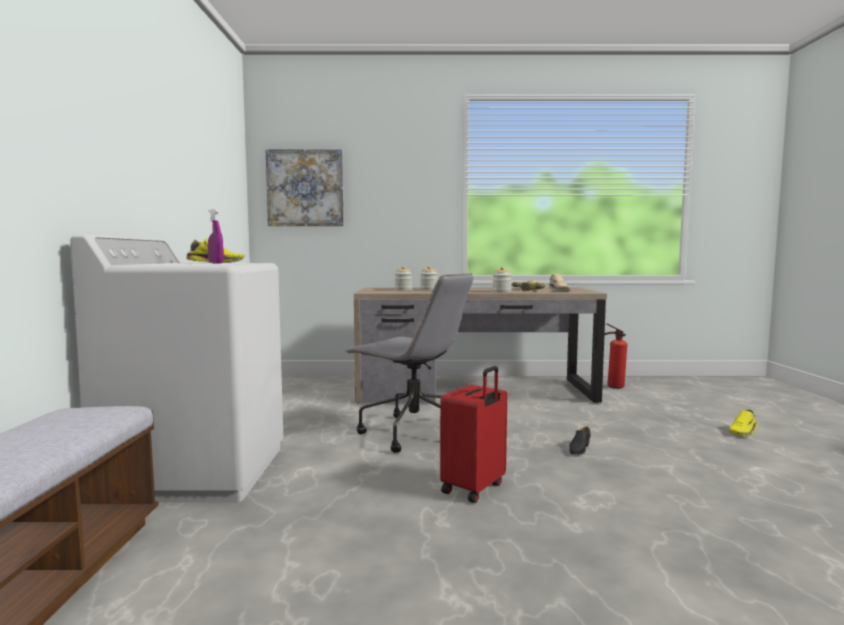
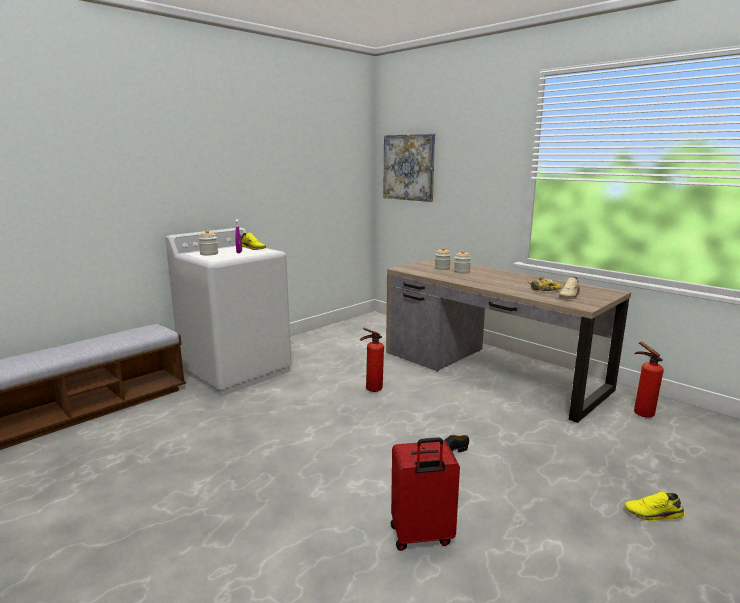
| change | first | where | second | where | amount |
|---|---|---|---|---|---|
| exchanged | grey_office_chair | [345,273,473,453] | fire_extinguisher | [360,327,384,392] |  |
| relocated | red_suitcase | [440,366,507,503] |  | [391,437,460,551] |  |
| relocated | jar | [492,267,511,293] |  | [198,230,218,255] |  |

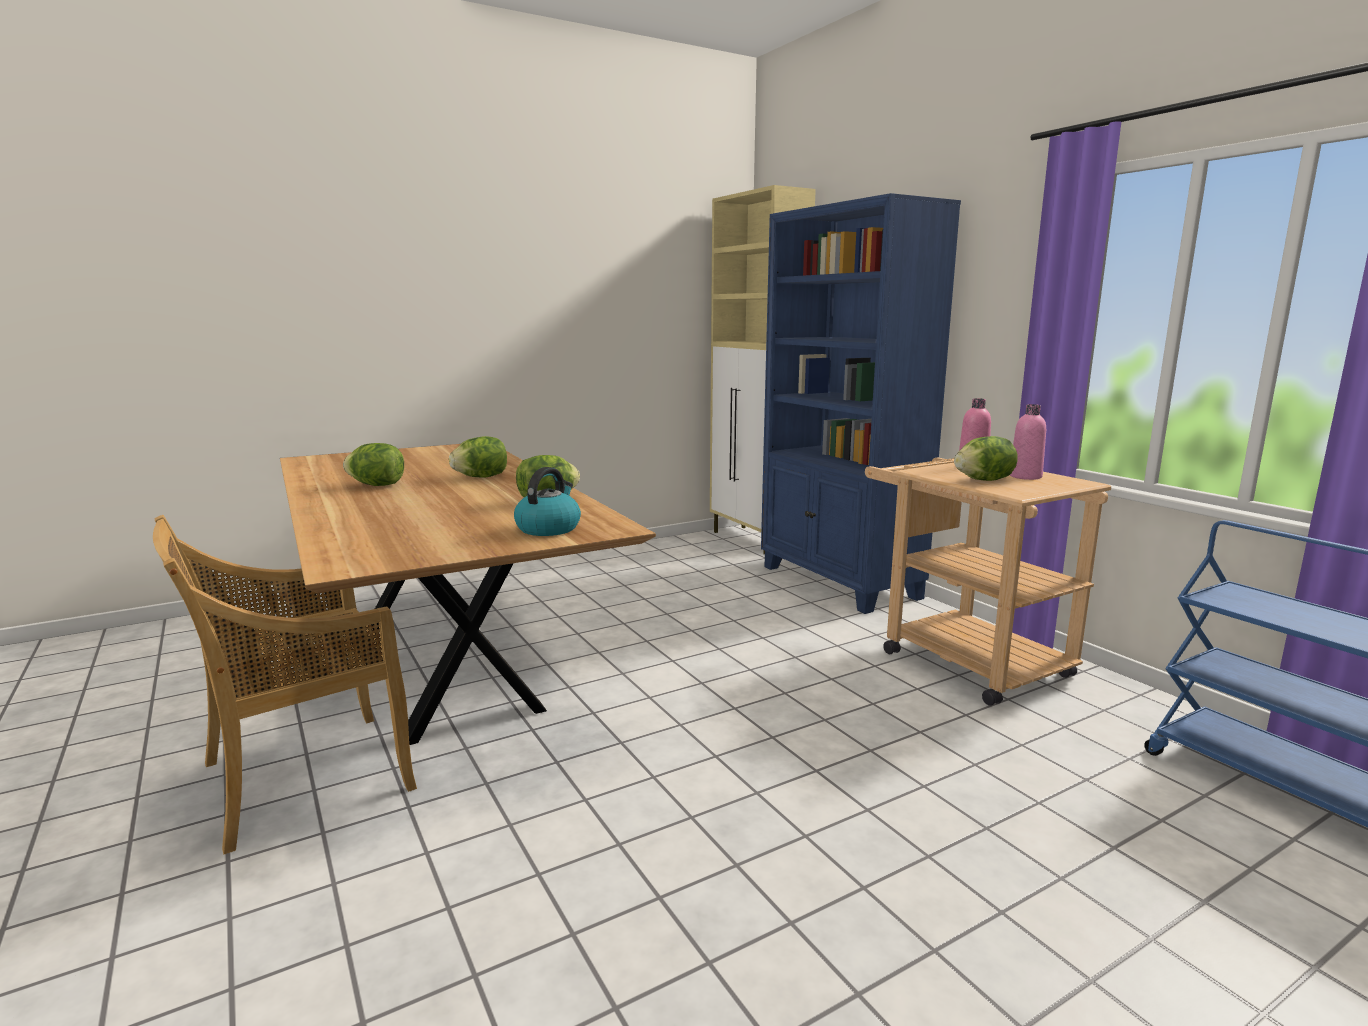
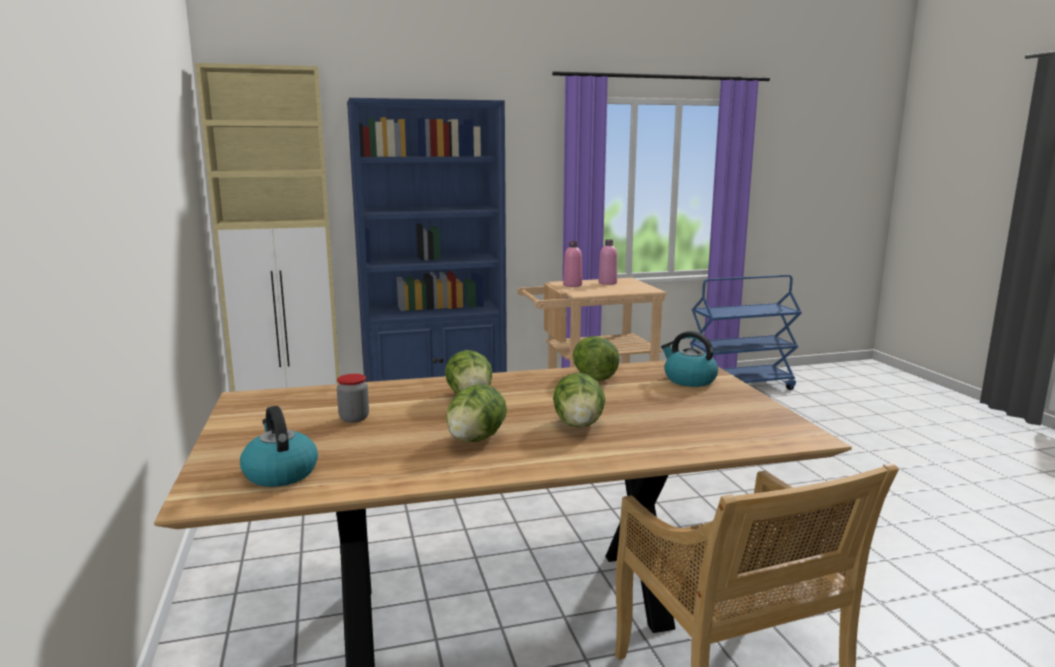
| change | first | where | second | where | amount |
|---|---|---|---|---|---|
| relocated | lettuce | [954,436,1018,481] |  | [553,373,605,428] |  |
| appeared |  |  | kettle | [240,406,318,487] |  |
| appeared |  |  | jar | [337,374,369,423] |  |

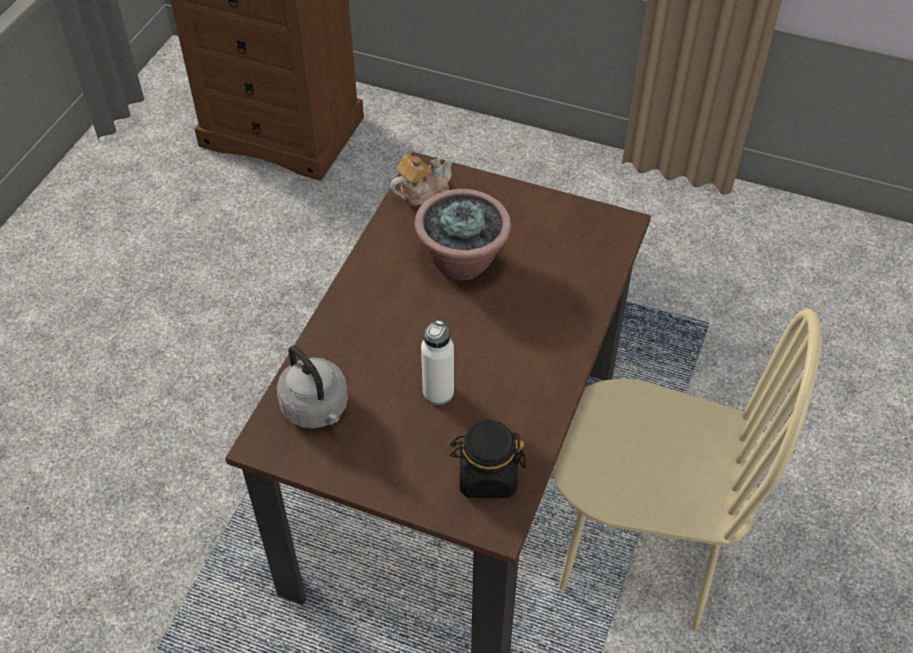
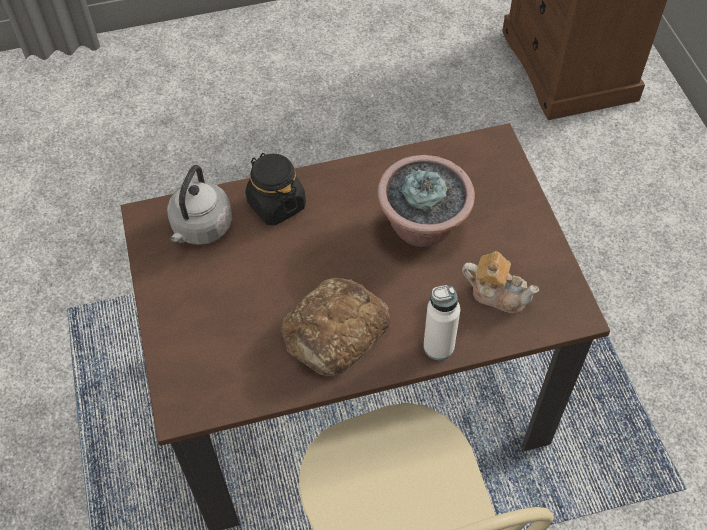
| change | first | where | second | where | amount |
|---|---|---|---|---|---|
| relocated | teapot | [390,154,454,206] |  | [462,251,539,313] |  |
| relocated | white_bottle | [421,320,454,405] |  | [423,285,460,360] |  |
| relocated | black_jar | [450,420,526,498] |  | [245,153,306,226] |  |
| appeared |  |  | bread | [281,278,390,376] |  |

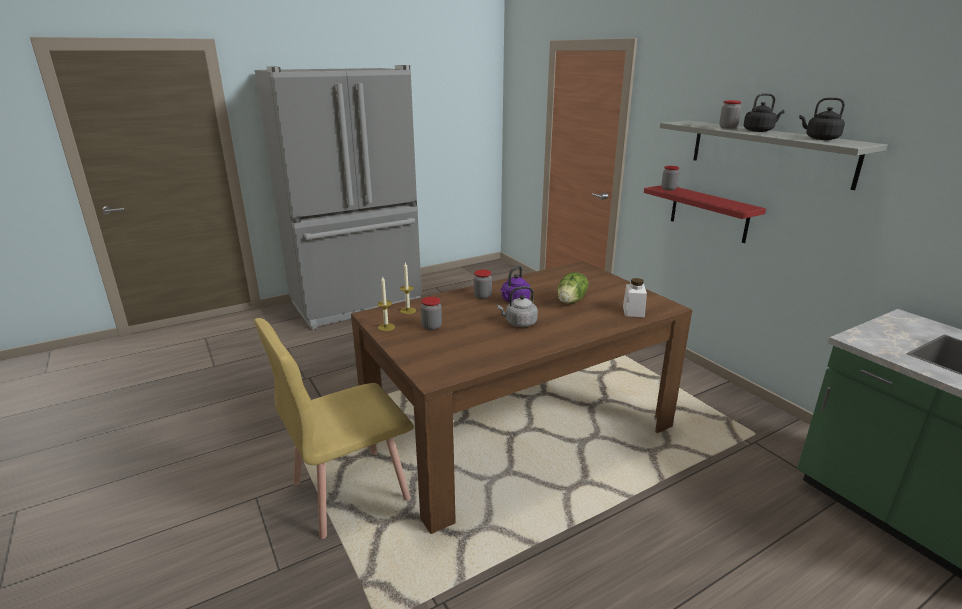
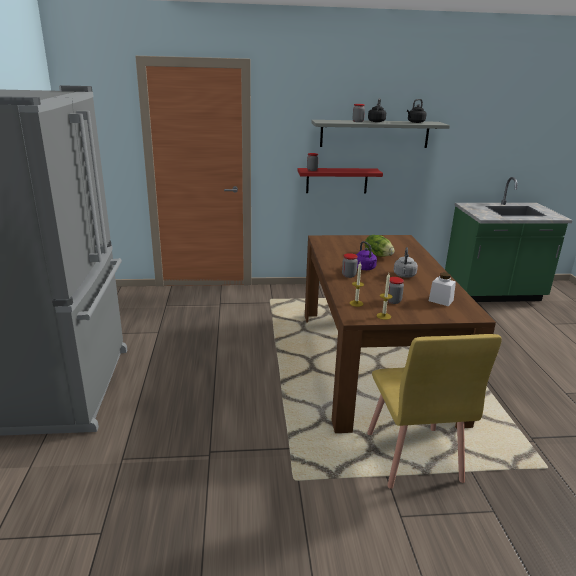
| change | first | where | second | where | amount |
|---|---|---|---|---|---|
| relocated | white_jar | [623,278,647,317] |  | [429,272,456,306] |  |

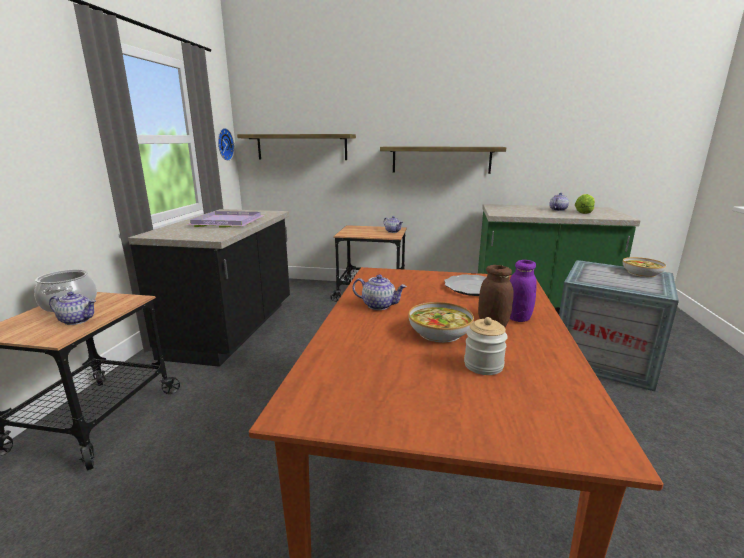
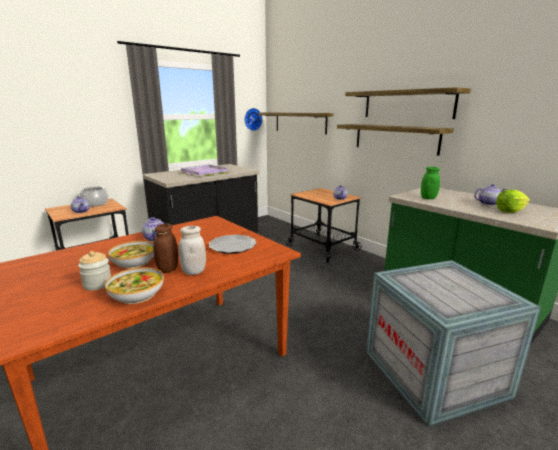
| change | first | where | second | where | amount |
|---|---|---|---|---|---|
| colour | purple_jar | [510,260,537,322] | white_jar | [179,226,206,275] |  |
| relocated | bowl | [623,257,666,277] |  | [105,267,164,304] |  |
| appeared |  |  | shelf | [345,87,471,119] |  |
| appeared |  |  | green_jar | [421,167,440,199] |  |

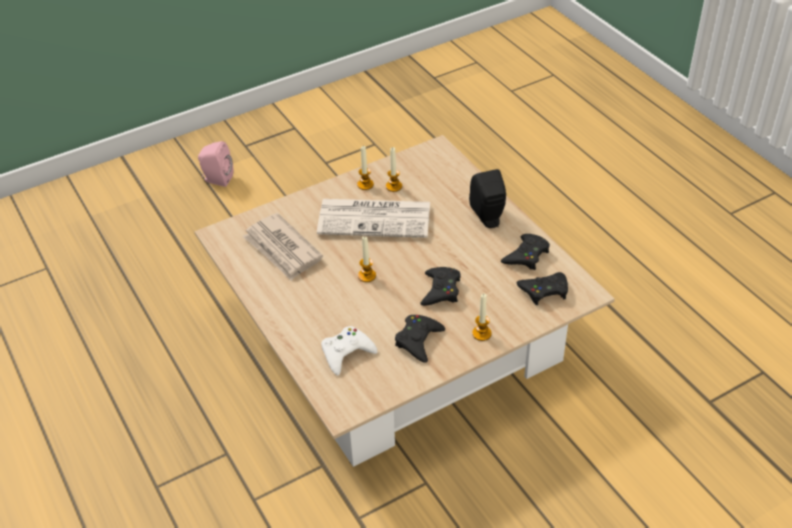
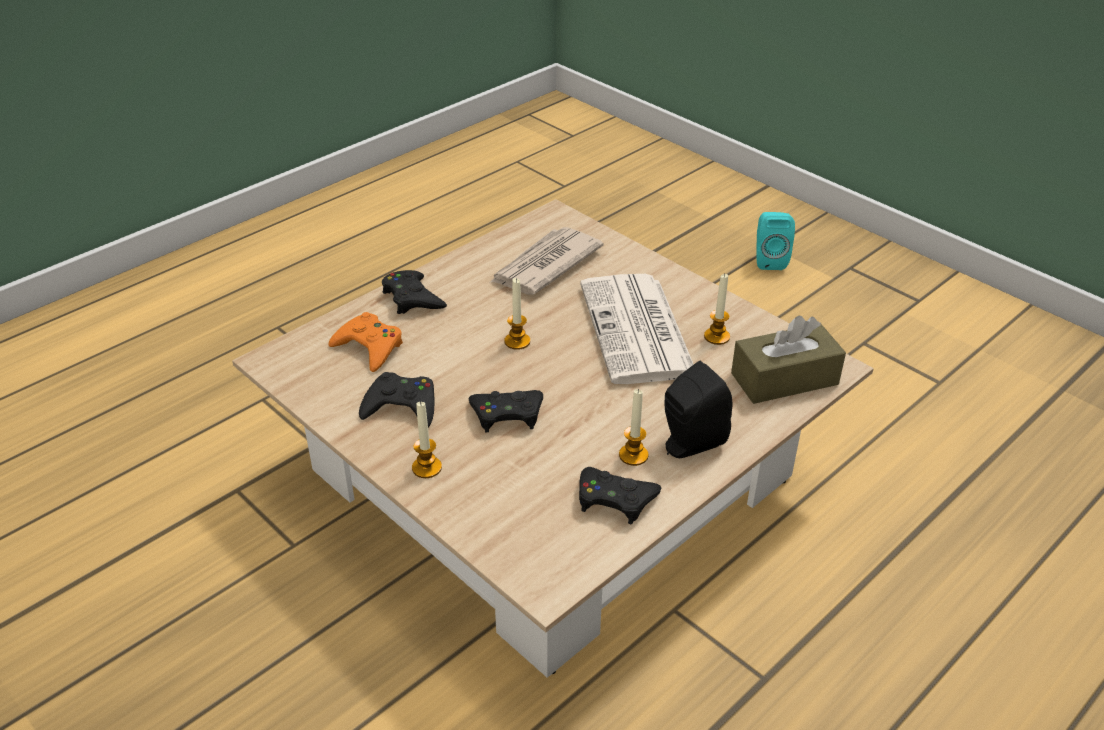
| change | first | where | second | where | amount |
|---|---|---|---|---|---|
| colour | pink_speaker | [198,141,233,187] | turquoise_speaker | [757,212,795,270] |  |
| colour | white_game_controller | [321,326,377,376] | orange_game_controller | [328,312,403,372] |  |
| relocated | candle | [357,146,374,190] |  | [619,389,648,466] |  |
| relocated | black_game_controller | [516,272,568,305] |  | [382,270,447,314] |  |
| appeared |  |  | brown_tissue_box | [731,315,846,404] |  |

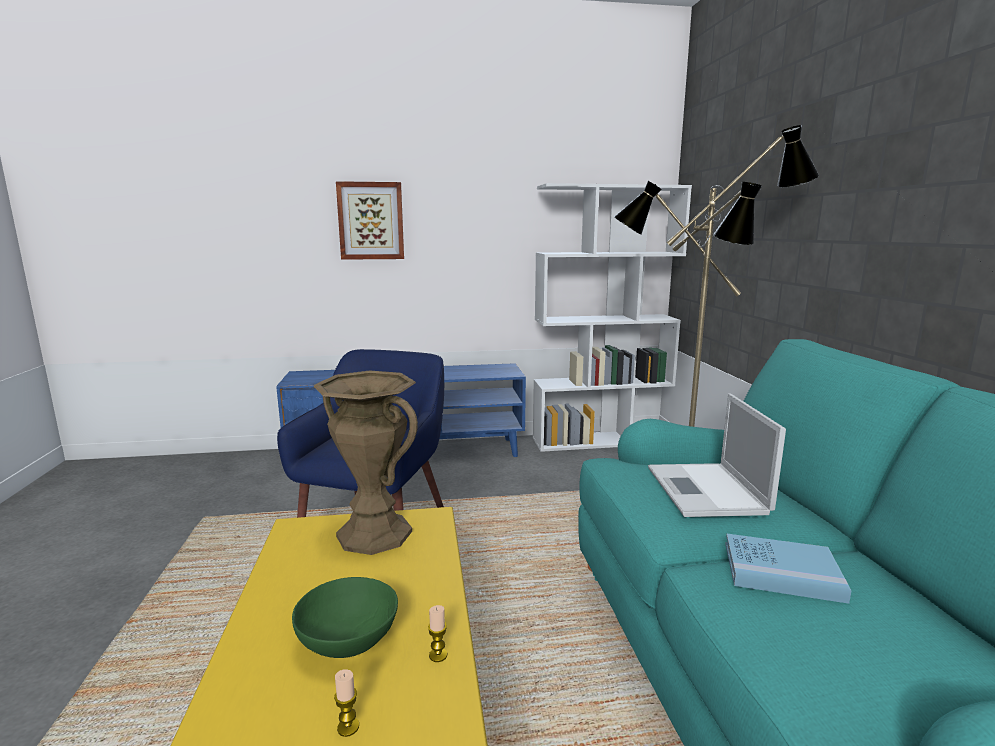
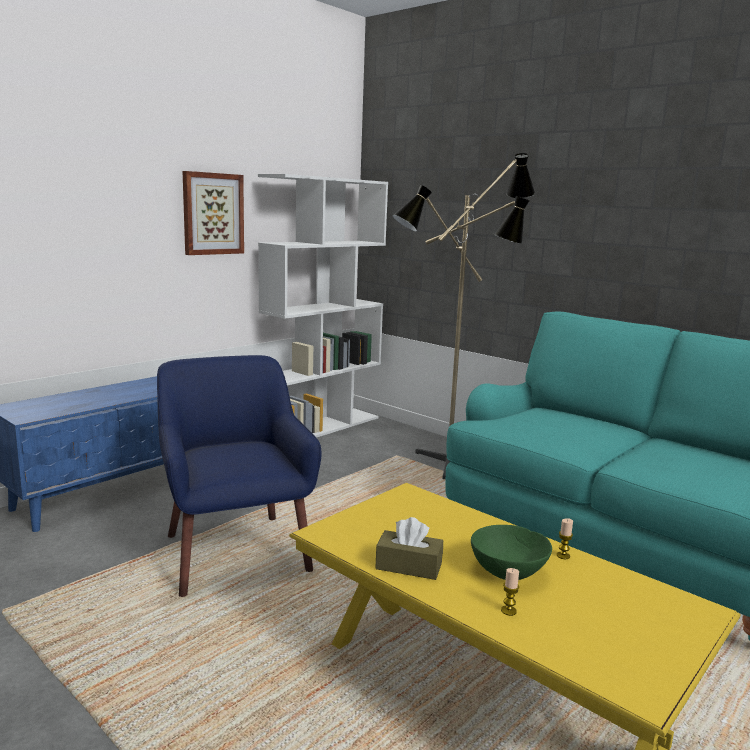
| change | first | where | second | where | amount |
|---|---|---|---|---|---|
| missing | brown_vase | [314,370,418,555] |  |  |  |
| relocated | candle | [334,669,359,737] |  | [501,568,519,616] |  |
| relocated | picture | [336,181,404,260] |  | [182,171,244,255] |  |
| missing | laptop | [648,393,786,517] |  |  |  |
| missing | blue_book | [725,534,851,604] |  |  |  |
| appeared |  |  | brown_tissue_box | [375,517,443,580] |  |

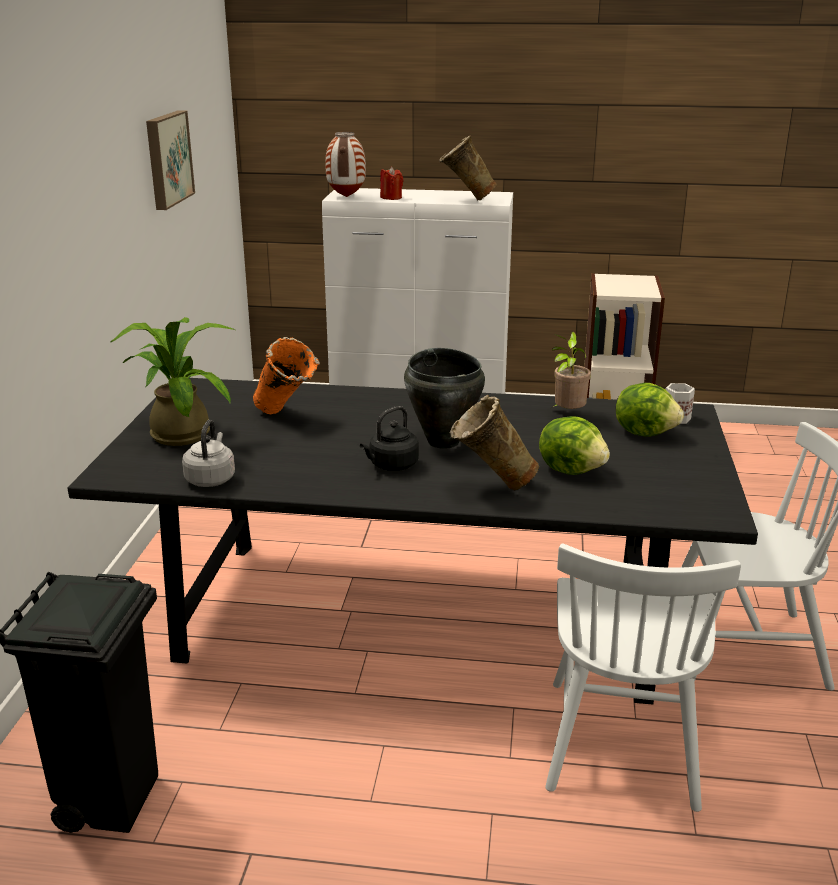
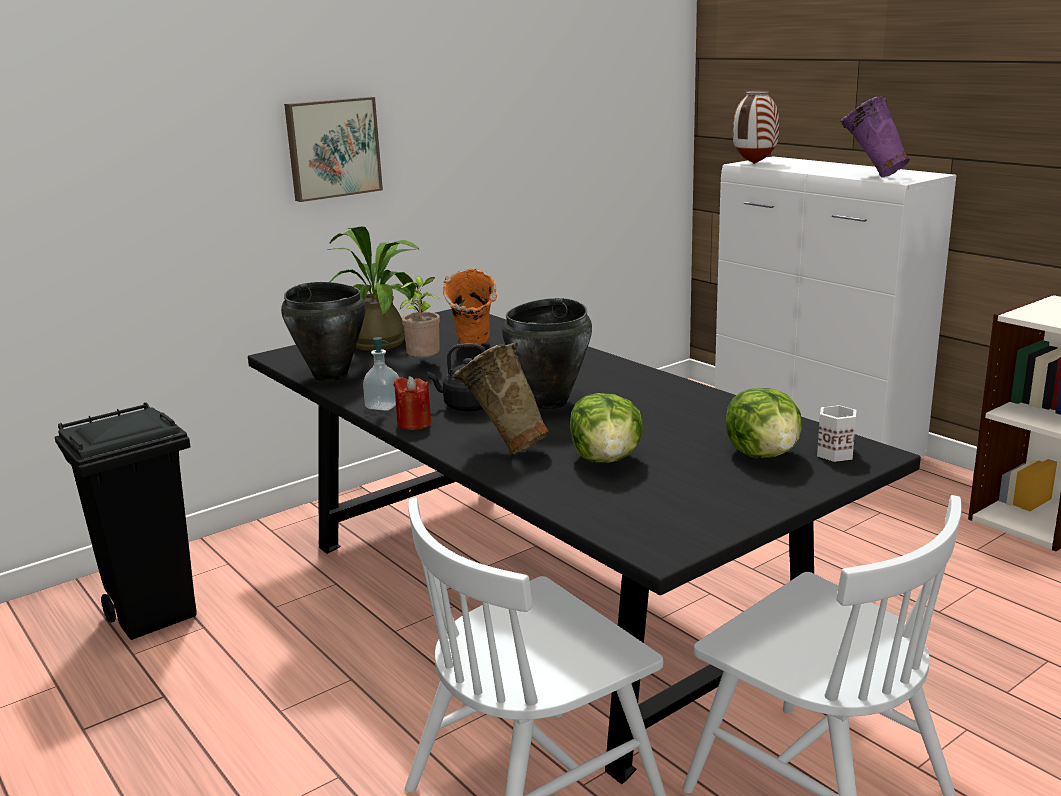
| change | first | where | second | where | amount |
|---|---|---|---|---|---|
| relocated | picture | [146,110,195,210] |  | [284,97,383,202] |  |
| exchanged | grey_kettle | [182,420,235,487] | black_cooking_pot | [281,282,366,382] |  |
| relocated | red_candle | [380,167,403,200] |  | [394,376,431,430] |  |
| colour | beige_vase | [439,136,497,200] | purple_vase | [840,97,910,178] |  |
| relocated | potted_plant | [551,332,591,409] |  | [400,276,440,358] |  |
| appeared |  |  | soap_dispenser | [363,337,399,411] |  |

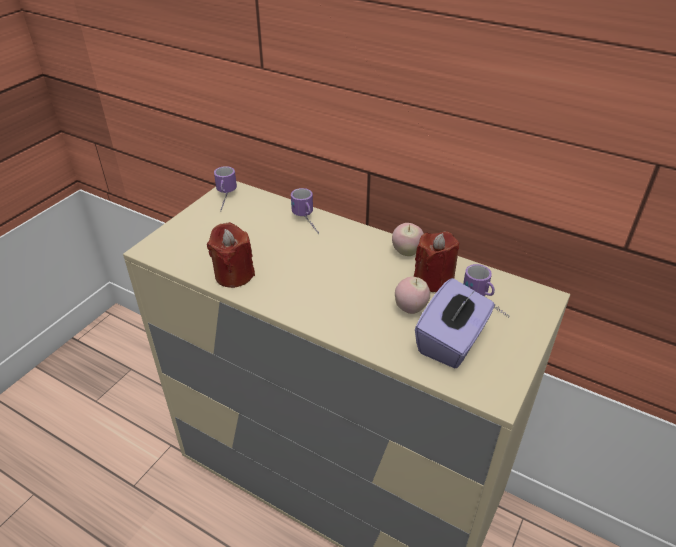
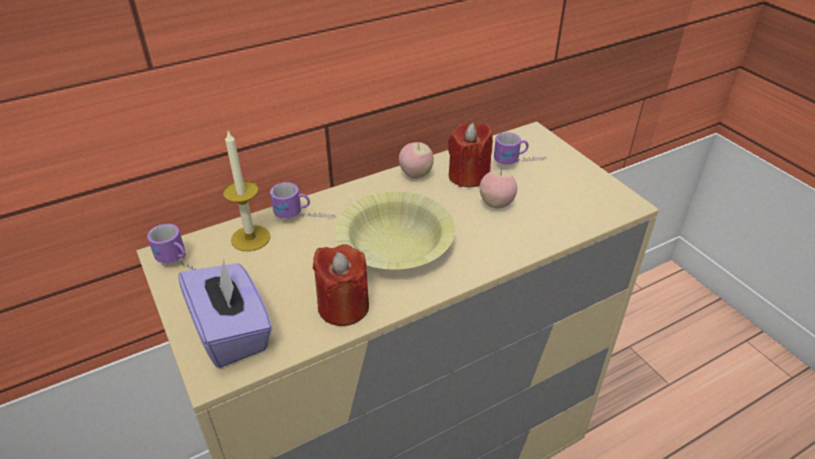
| change | first | where | second | where | amount |
|---|---|---|---|---|---|
| relocated | purple_tissue_box | [415,278,495,368] |  | [178,260,272,368] |  |
| appeared |  |  | candle | [223,131,270,251] |  |
| appeared |  |  | yellow_bowl | [335,192,455,270] |  |

